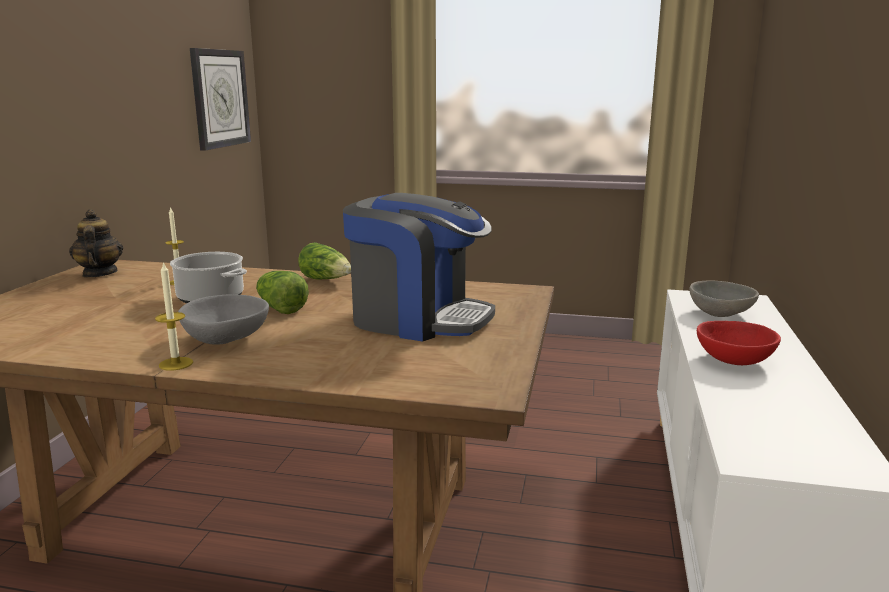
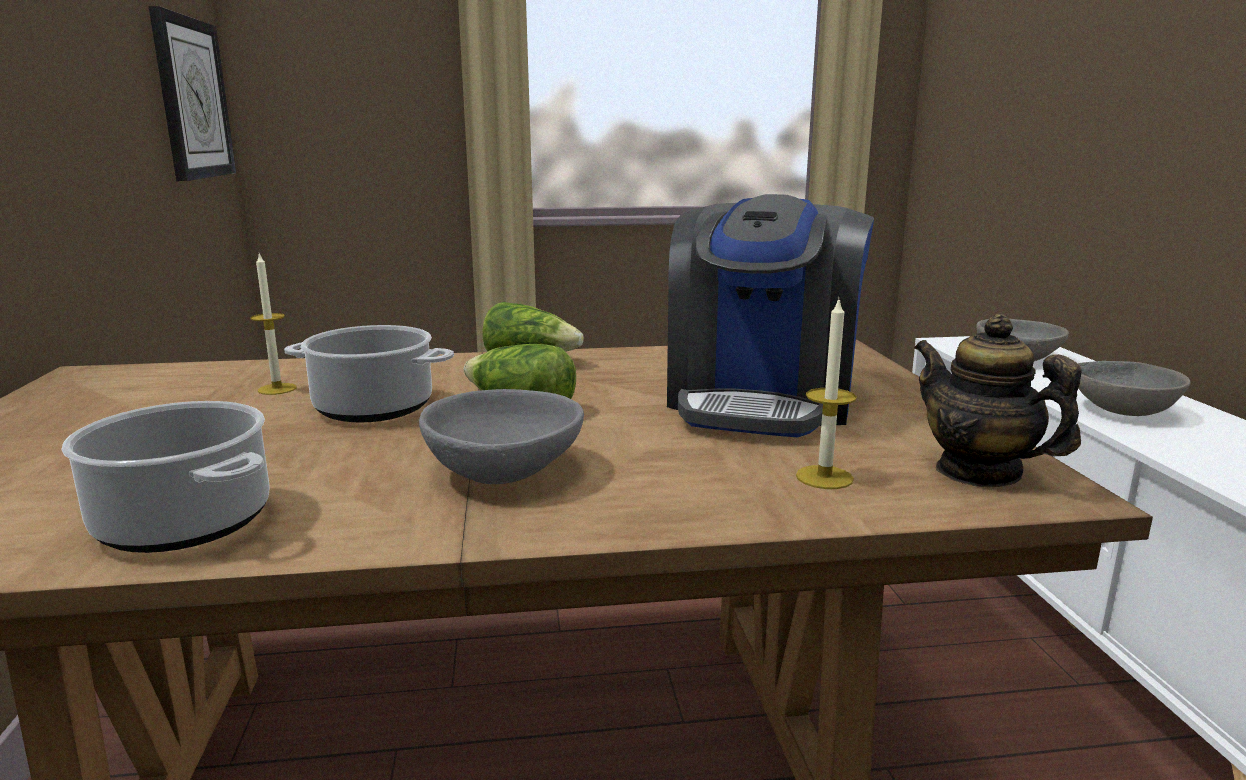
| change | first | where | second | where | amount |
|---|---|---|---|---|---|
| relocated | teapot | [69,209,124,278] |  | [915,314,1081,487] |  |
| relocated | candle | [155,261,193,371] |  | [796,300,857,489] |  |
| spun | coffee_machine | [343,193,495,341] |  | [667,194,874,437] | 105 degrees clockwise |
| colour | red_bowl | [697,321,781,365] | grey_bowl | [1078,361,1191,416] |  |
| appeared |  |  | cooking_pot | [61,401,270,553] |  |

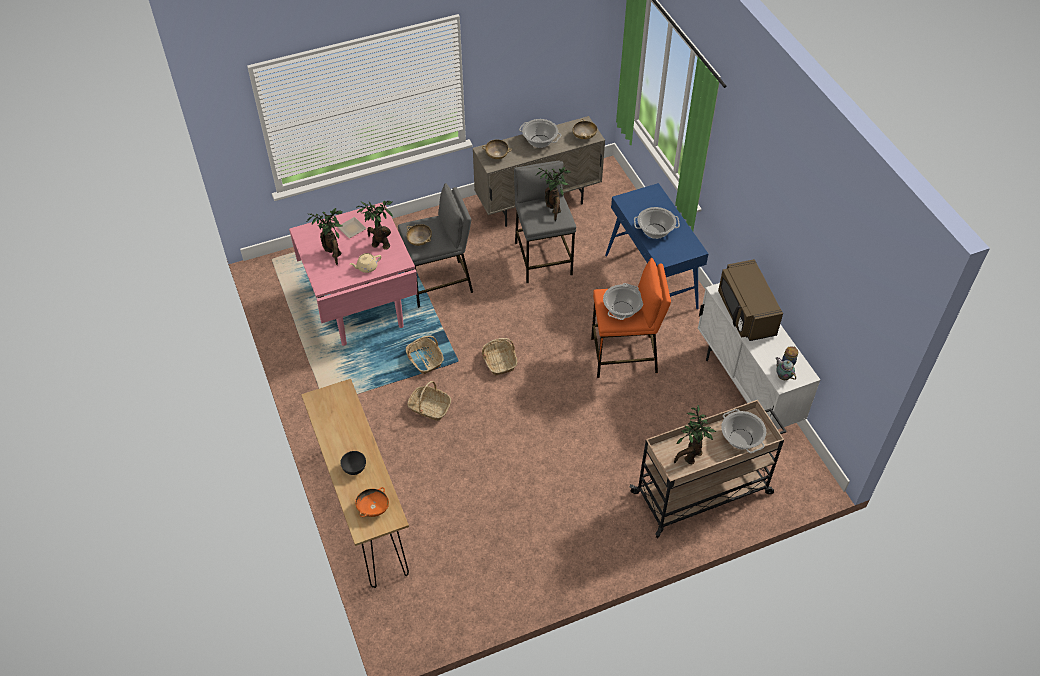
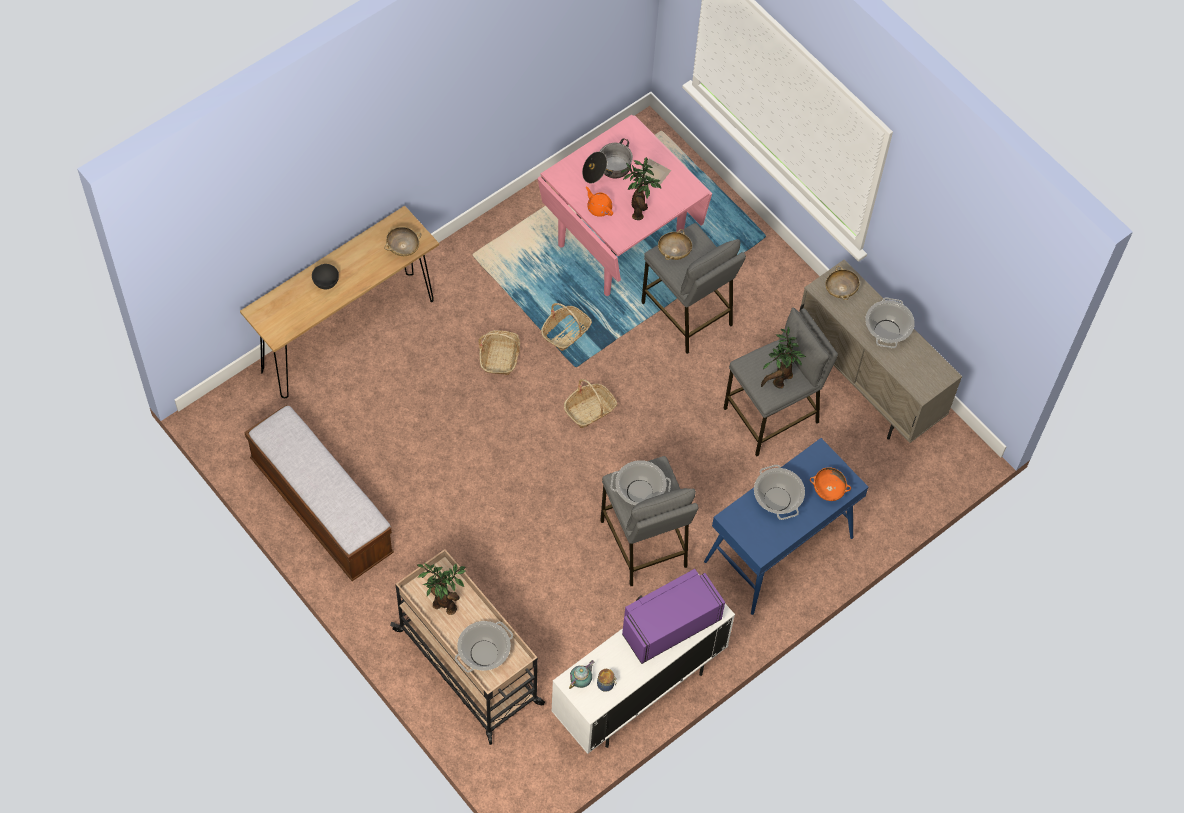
| change | first | where | second | where | amount |
|---|---|---|---|---|---|
| exchanged | potted_plant | [307,208,343,265] | cooking_pot | [582,139,633,183] |  |
| colour | beige_teapot | [350,253,381,273] | orange_teapot | [586,187,613,217] |  |
| relocated | orange_bowl | [355,487,389,517] |  | [810,467,851,501] |  |
| relocated | beige_bowl | [573,119,598,139] |  | [384,227,421,256] |  |
| colour | orange_stool | [591,258,671,378] | grey_stool | [600,456,698,586] |  |
| colour | brown_microwave | [718,259,783,341] | purple_microwave | [622,569,725,664] |  |
| appeared |  |  | bench | [244,404,394,581] |  |

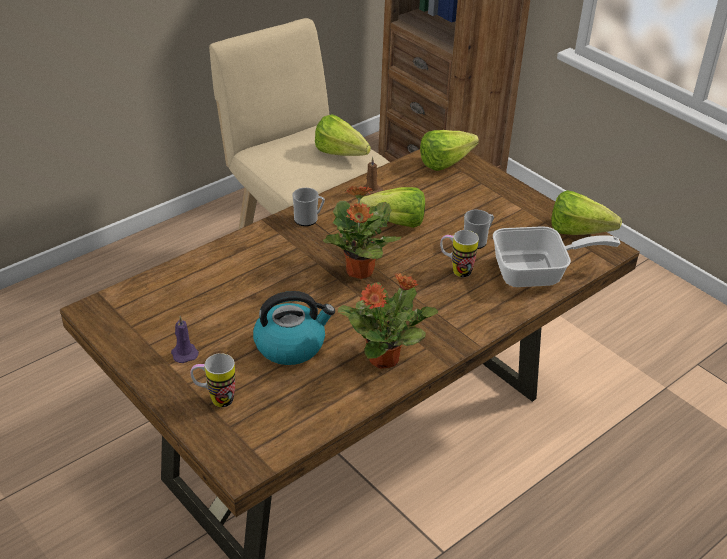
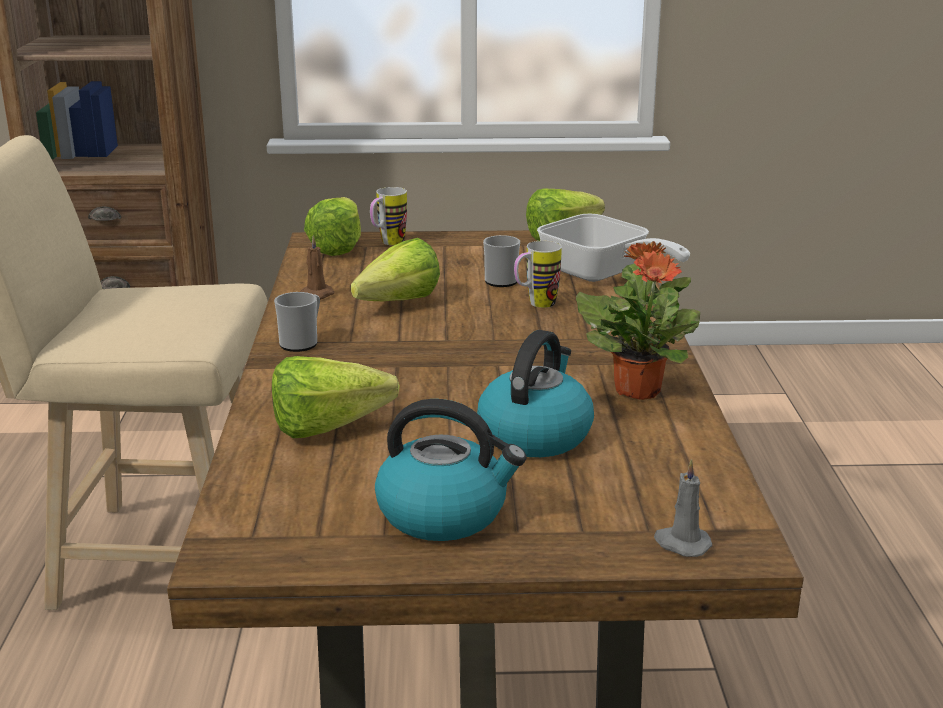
| change | first | where | second | where | amount |
|---|---|---|---|---|---|
| exchanged | purple_candle | [171,316,199,363] | kettle | [375,399,526,541] |  |
| relocated | mug | [191,353,235,407] |  | [370,187,407,245] |  |
| relocated | lettuce | [315,114,371,156] |  | [272,356,400,438] |  |
| missing | potted_plant | [323,186,401,279] |  |  |  |
| spun | frying_pan | [493,226,621,287] |  | [537,214,690,282] | 105 degrees clockwise |
| appeared |  |  | grey_candle | [654,459,713,557] |  |

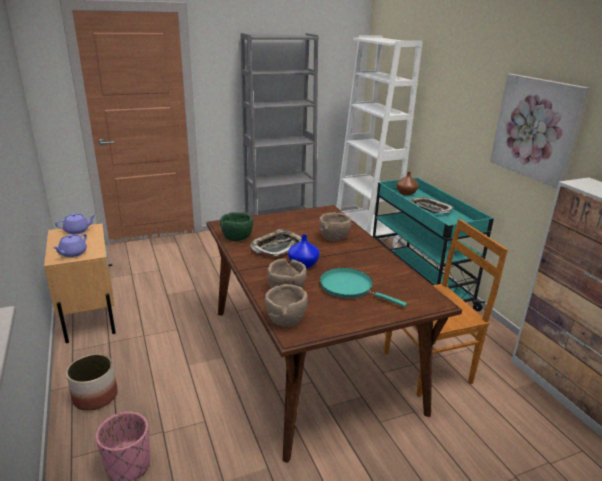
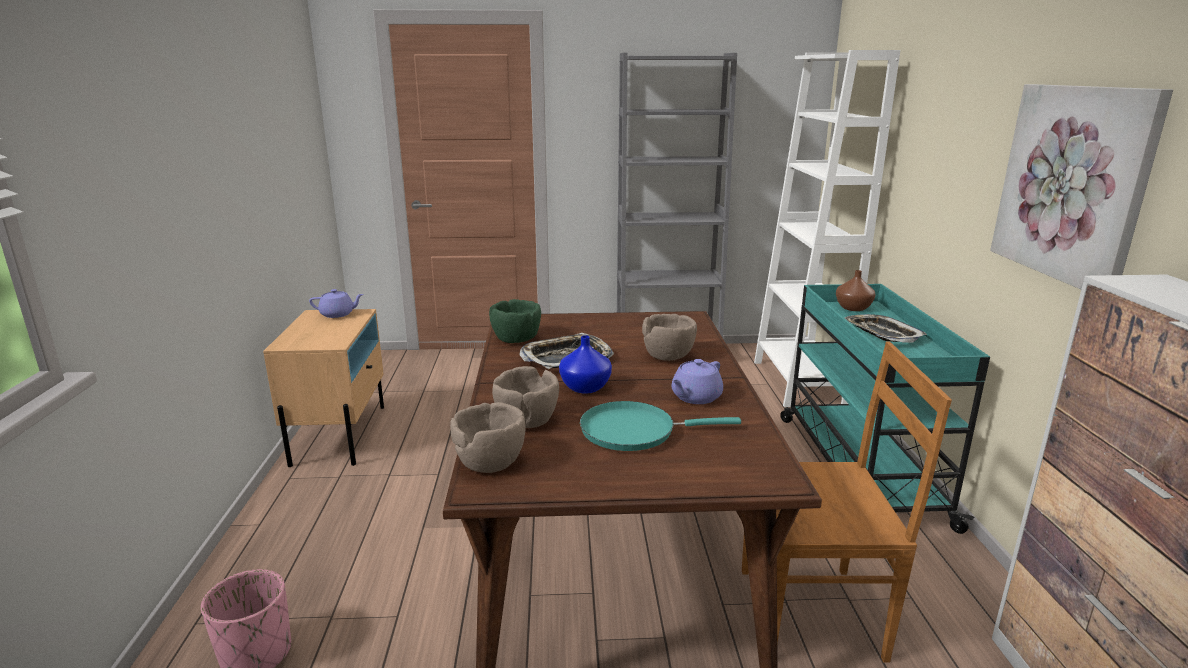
| change | first | where | second | where | amount |
|---|---|---|---|---|---|
| relocated | purple_teapot | [53,234,87,257] |  | [672,359,723,404] |  |
| missing | planter | [66,354,117,411] |  |  |  |
| spun | turquoise_frying_pan | [320,268,407,307] |  | [580,401,741,451] | 60 degrees counterclockwise |

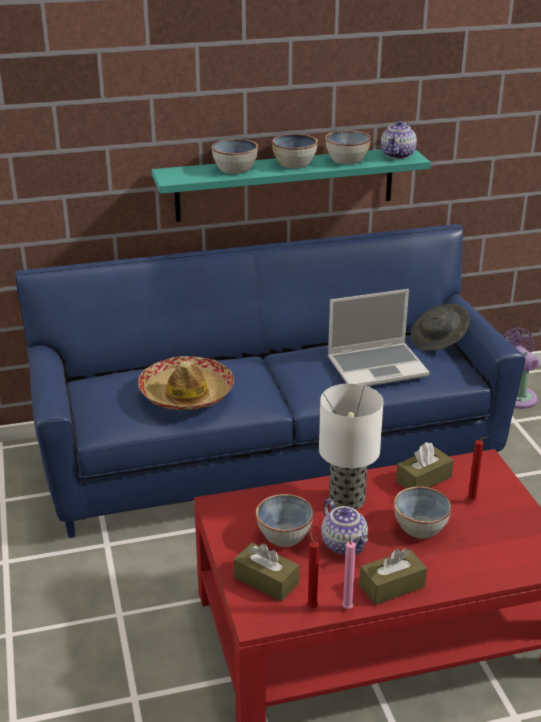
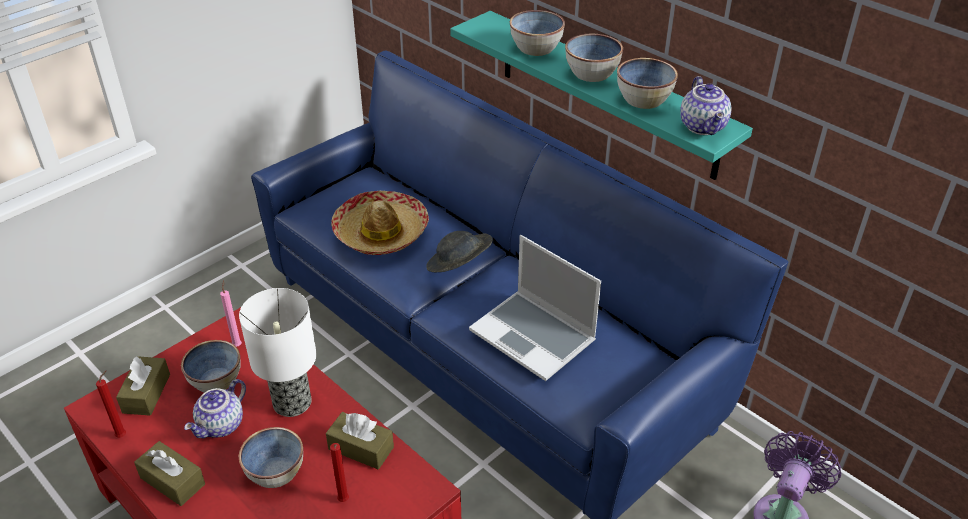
| change | first | where | second | where | amount |
|---|---|---|---|---|---|
| relocated | pink_candle | [342,535,356,609] |  | [220,281,242,347] |  |
| spun | teapot | [381,121,417,159] |  | [680,76,731,135] | 90 degrees counterclockwise |
| relocated | grey_hat | [411,304,470,351] |  | [426,231,493,273] |  |

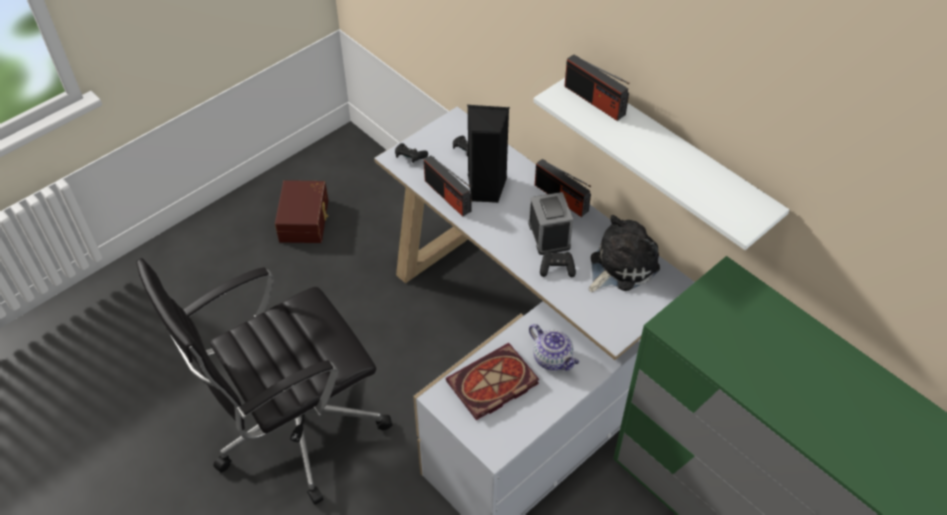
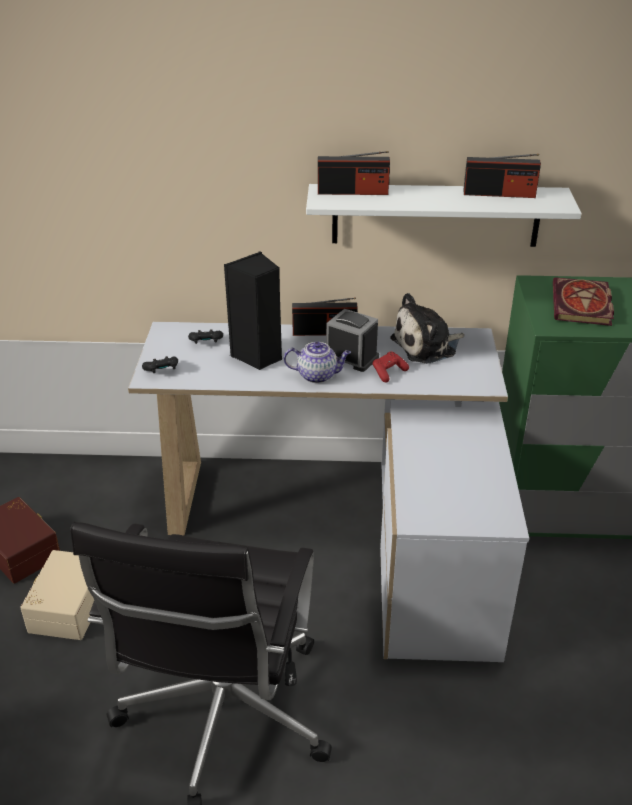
| change | first | where | second | where | amount |
|---|---|---|---|---|---|
| relocated | radio | [424,155,472,217] |  | [463,154,541,198] |  |
| relocated | book | [446,343,539,420] |  | [553,277,614,326] |  |
| relocated | teapot | [529,324,579,371] |  | [284,342,351,383] |  |
| colour | black_game_controller | [540,252,576,277] | red_game_controller | [372,352,409,382] |  |
| spun | plush_toy | [589,215,660,292] |  | [390,293,465,364] | 120 degrees counterclockwise |
| appeared |  |  | beige_storage_box | [20,550,94,640] |  |

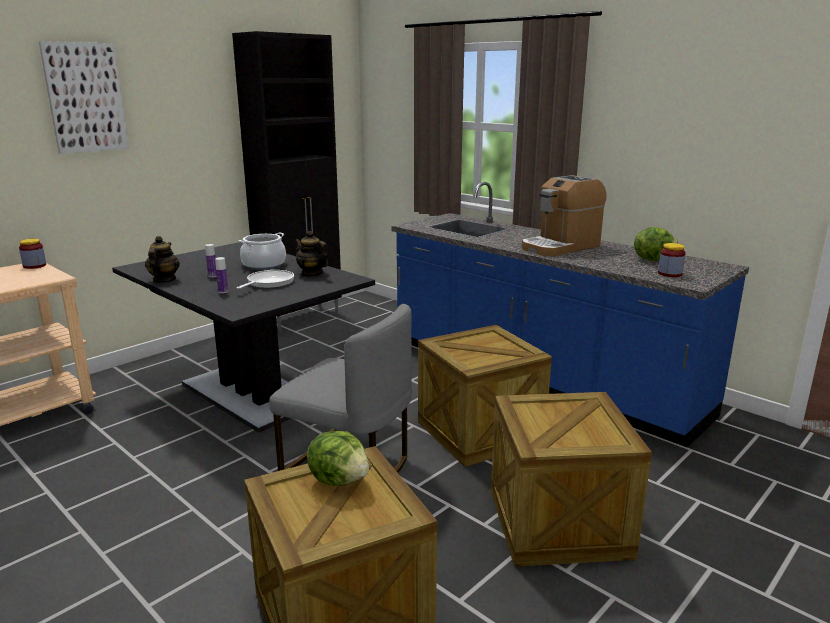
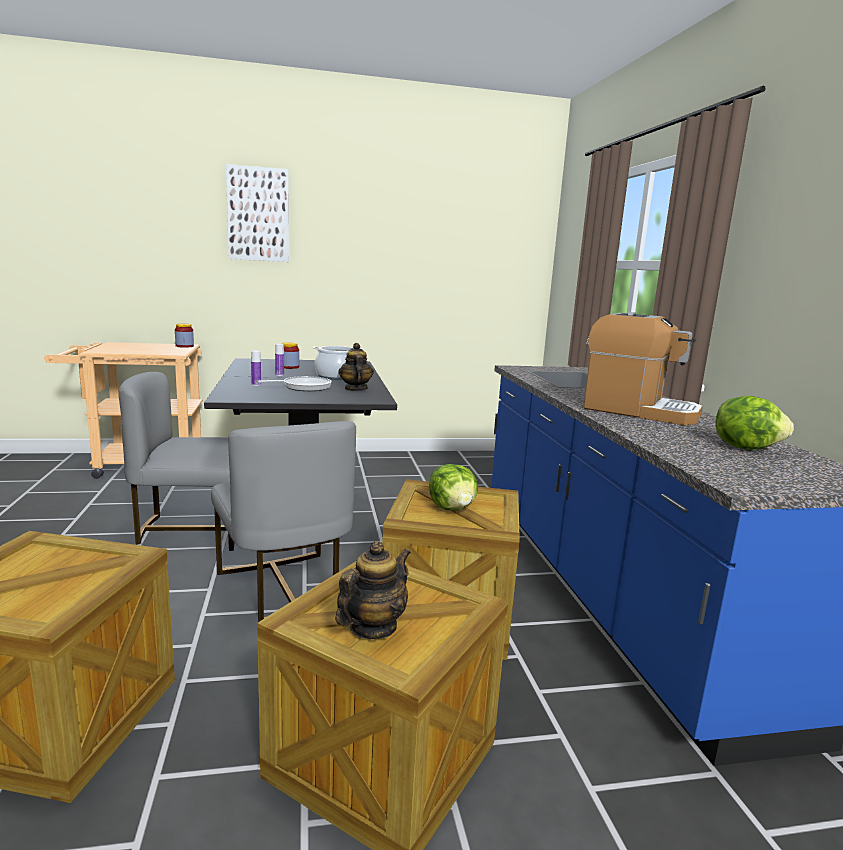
| change | first | where | second | where | amount |
|---|---|---|---|---|---|
| relocated | teapot | [145,236,180,283] |  | [335,541,411,639] |  |
| missing | black_cabinet | [232,31,342,333] |  |  |  |
| relocated | lettuce | [307,431,369,486] |  | [429,464,478,510] |  |
| spun | coffee_machine | [522,175,607,256] |  | [583,312,703,425] | 150 degrees counterclockwise |
| relocated | jar | [658,243,686,277] |  | [282,342,299,369] |  |
| appeared |  |  | grey_chair | [119,372,235,551] |  |

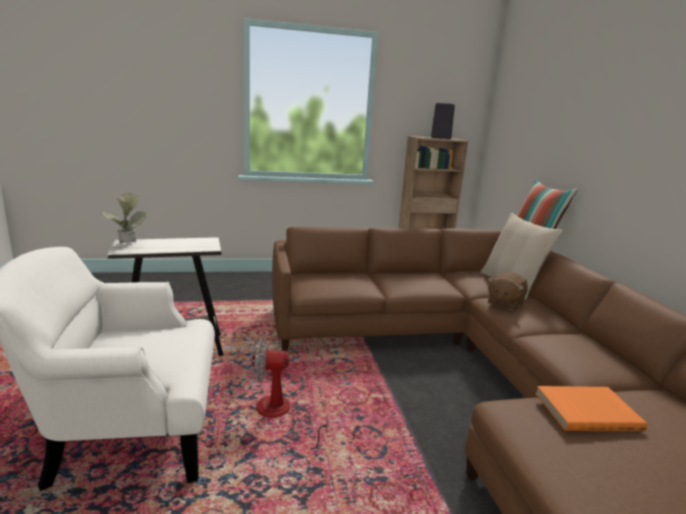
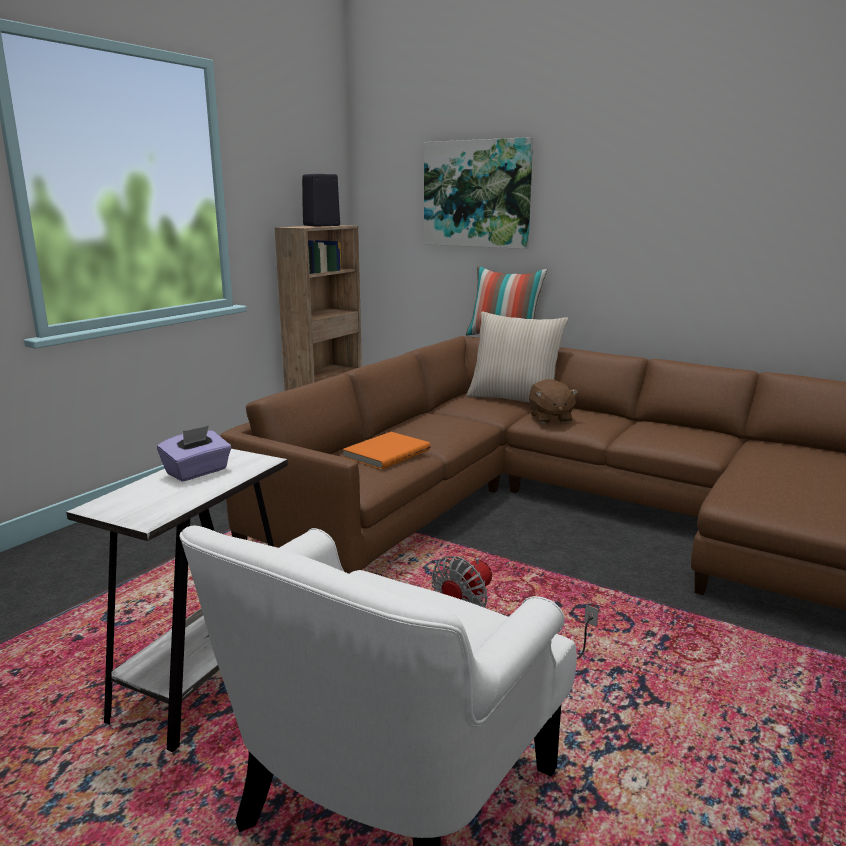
| change | first | where | second | where | amount |
|---|---|---|---|---|---|
| missing | potted_plant | [102,192,147,243] |  |  |  |
| relocated | orange_book | [535,386,647,431] |  | [343,432,430,470] |  |
| appeared |  |  | purple_tissue_box | [157,426,231,482] |  |
| appeared |  |  | picture | [424,137,533,249] |  |

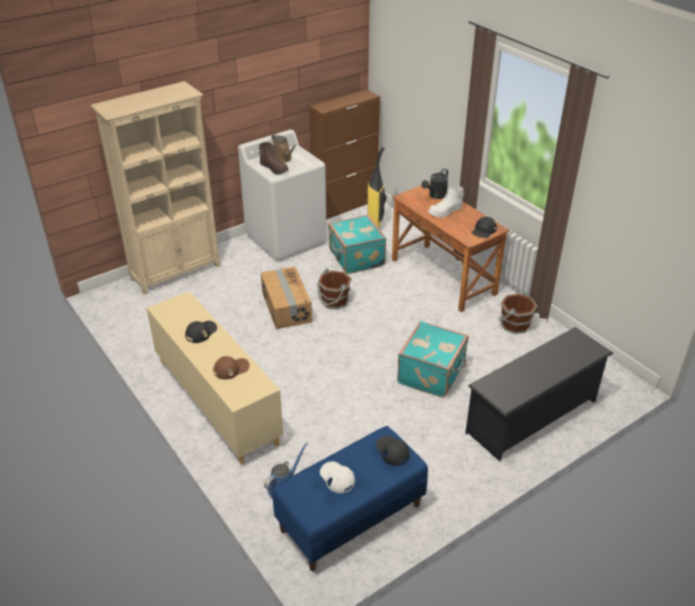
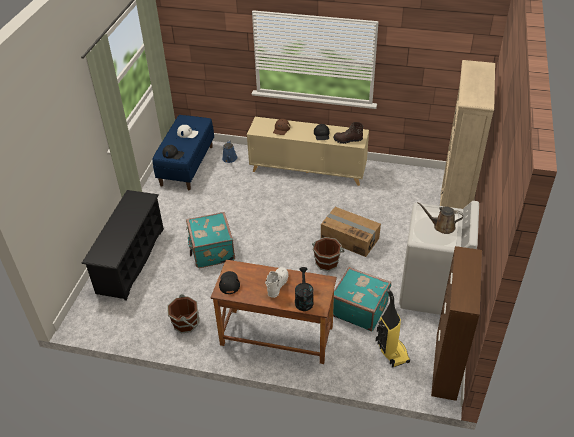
| change | first | where | second | where | amount |
|---|---|---|---|---|---|
| relocated | brown_boot | [259,142,289,175] |  | [333,122,363,144] |  |

